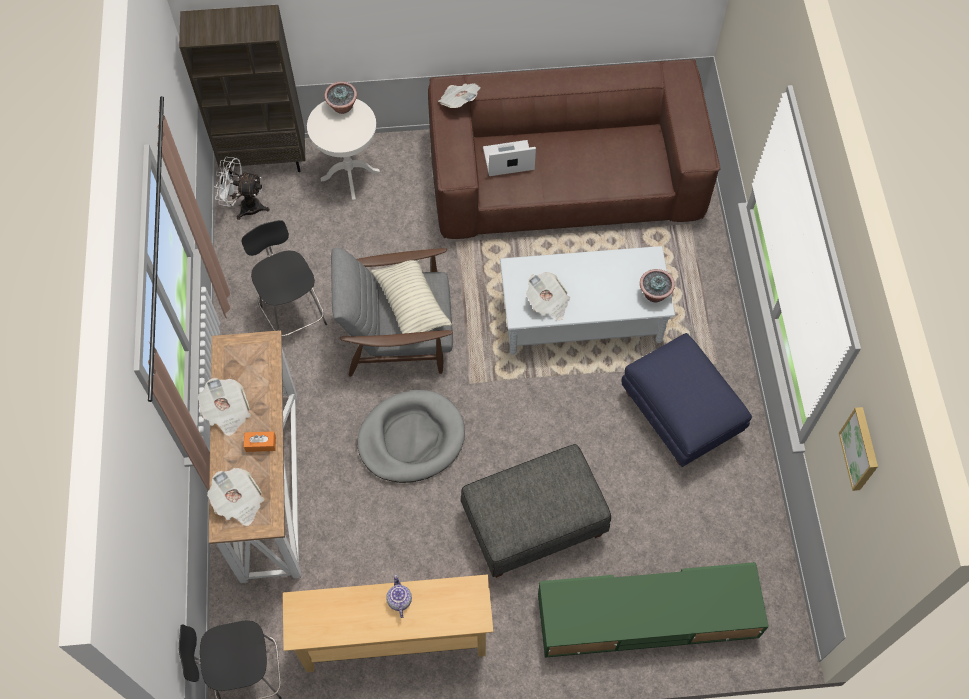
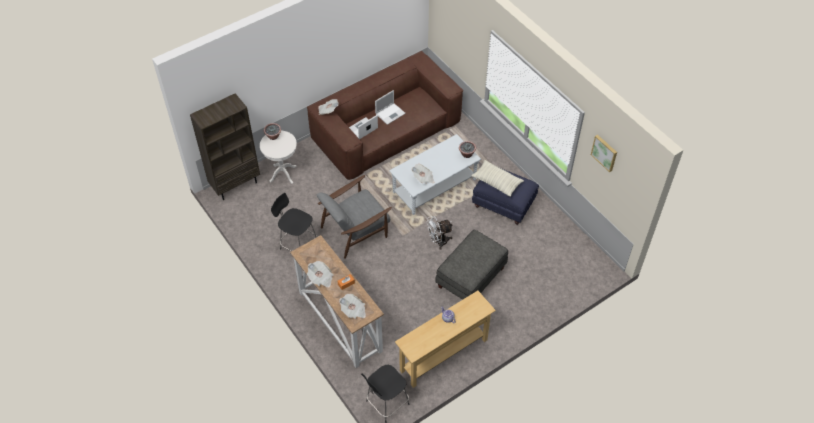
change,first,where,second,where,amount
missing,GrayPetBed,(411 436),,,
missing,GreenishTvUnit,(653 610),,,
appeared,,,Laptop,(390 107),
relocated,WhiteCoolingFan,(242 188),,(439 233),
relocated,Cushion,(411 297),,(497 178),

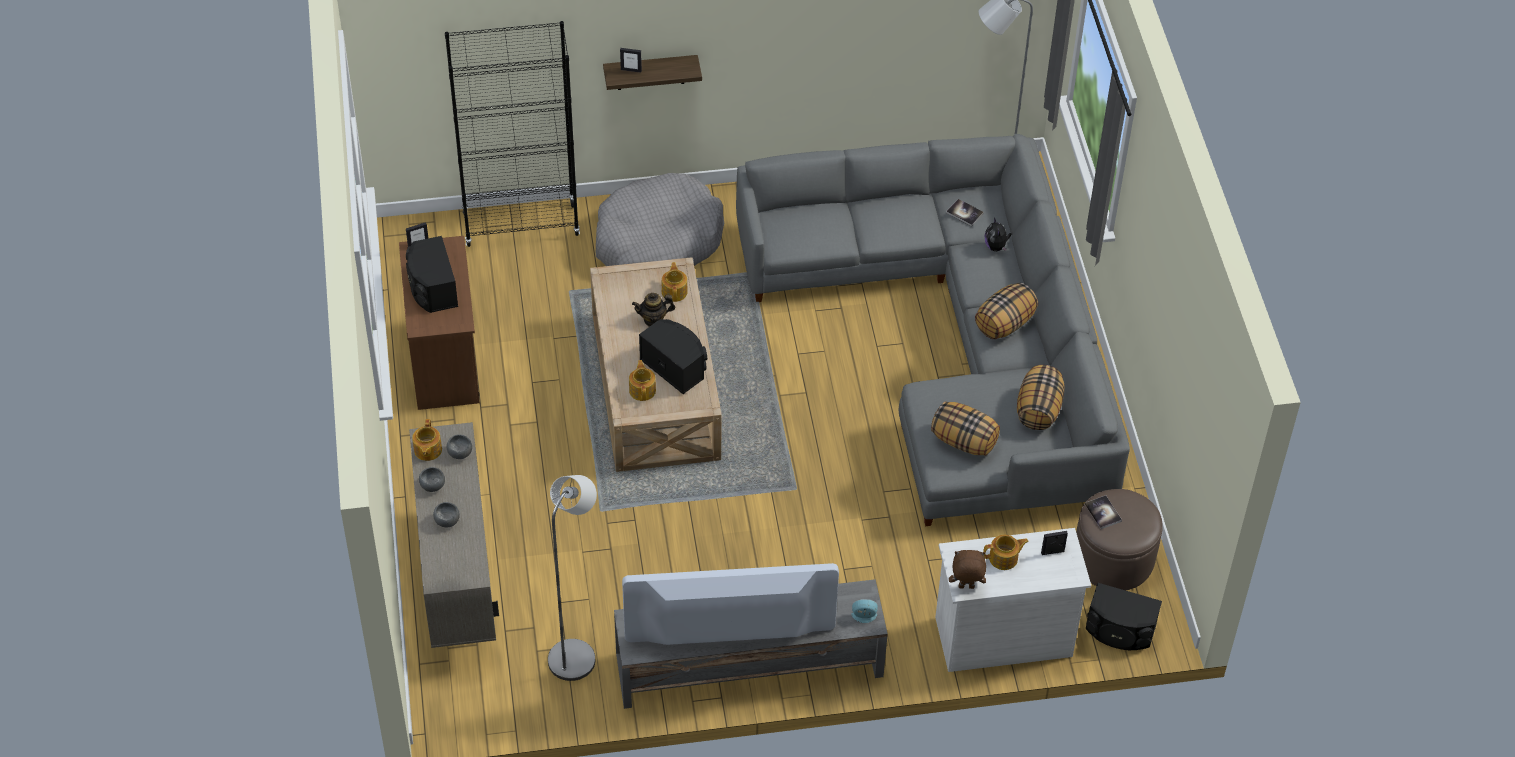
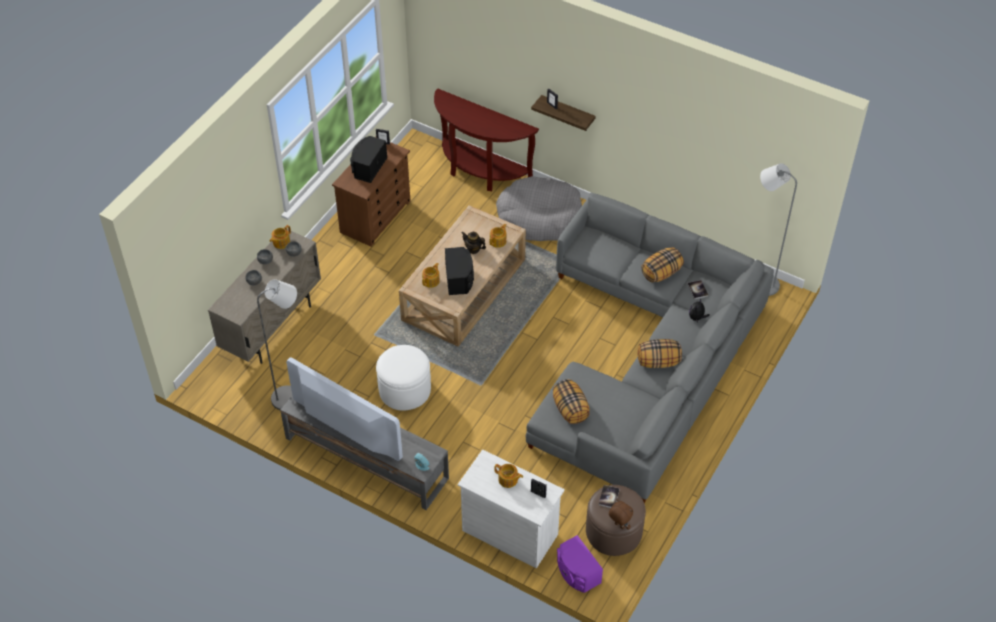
change,first,where,second,where,amount
appeared,,,WhiteOttoman,(403 378),
relocated,BrownCuddlyToy,(967 569),,(621 514),
relocated,Cushion,(1040 397),,(662 265),
exchanged,BlackBookshelf,(512 134),BrownConsoleTable,(486 140),
colour,BlackSpeaker,(1124 616),PurpleColouredSpeaker,(580 564),

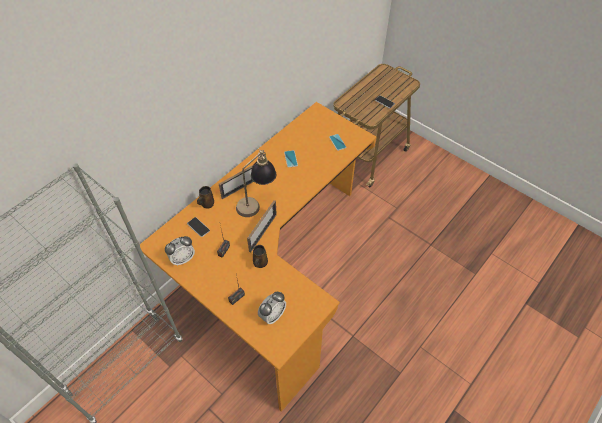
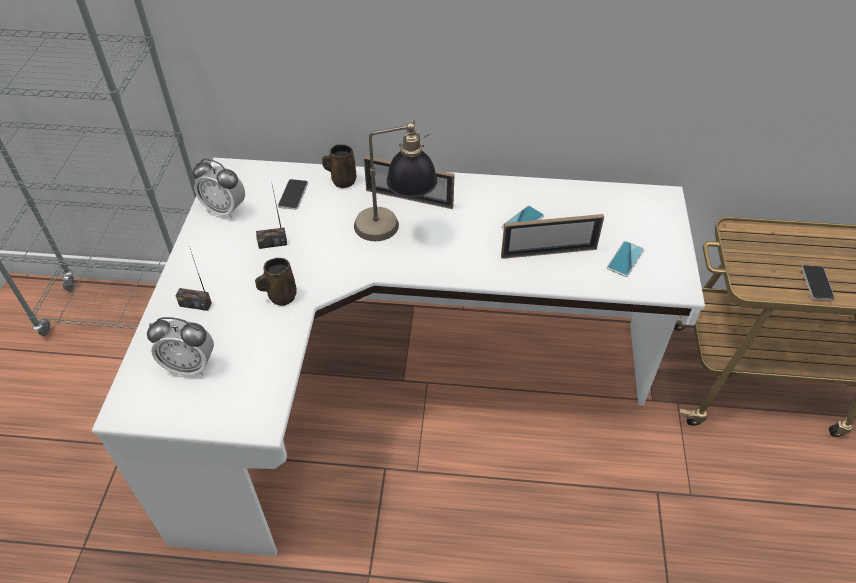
change,first,where,second,where,amount
relocated,PictureFrame,(262 226),,(552 236),
colour,OrangeyDeskTable,(258 257),WhiteDeskTable,(398 357),

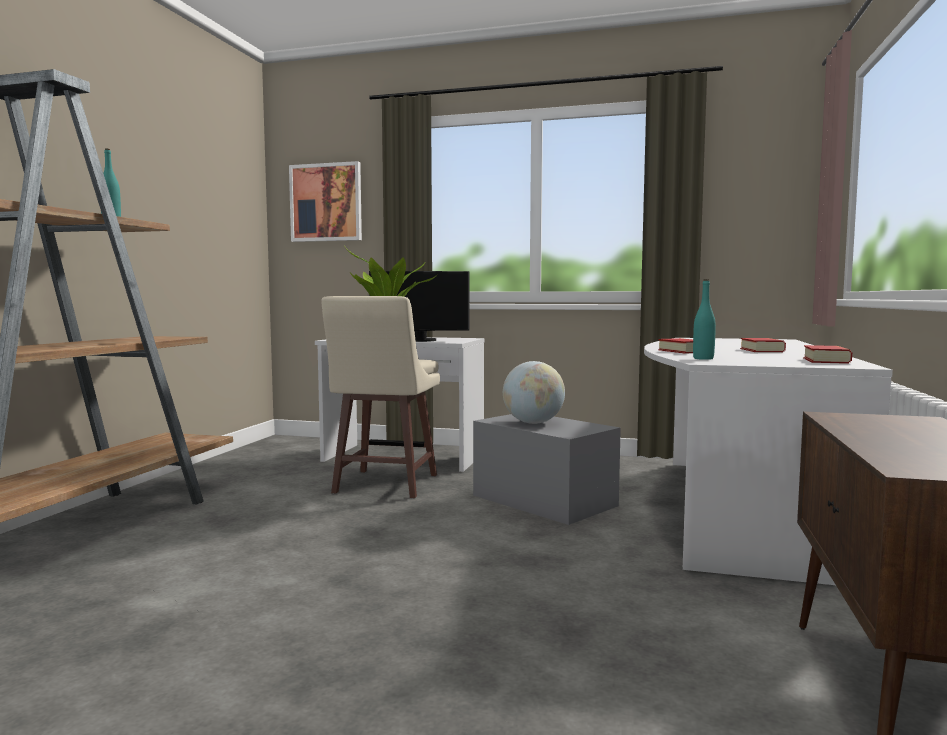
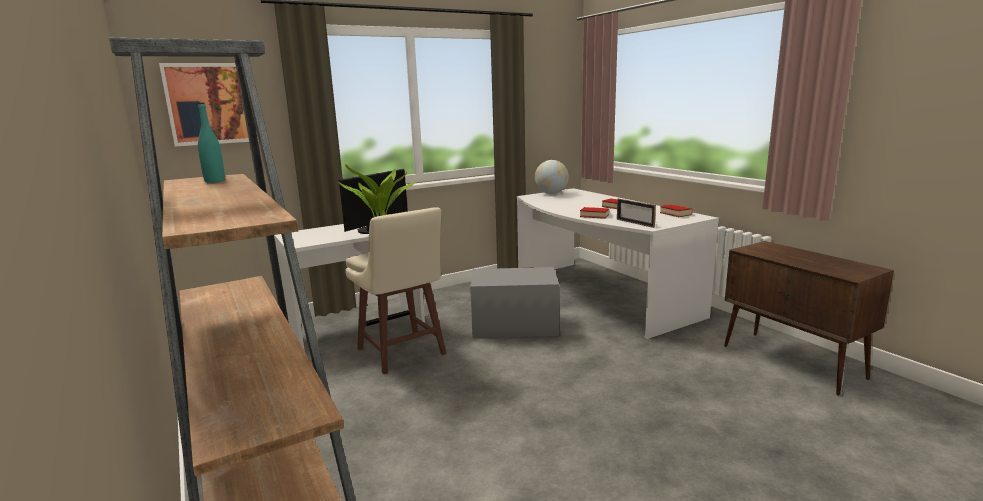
change,first,where,second,where,amount
relocated,Globe,(534 392),,(552 177),
exchanged,BlueGreenBottle,(704 319),PictureFrame,(636 213),

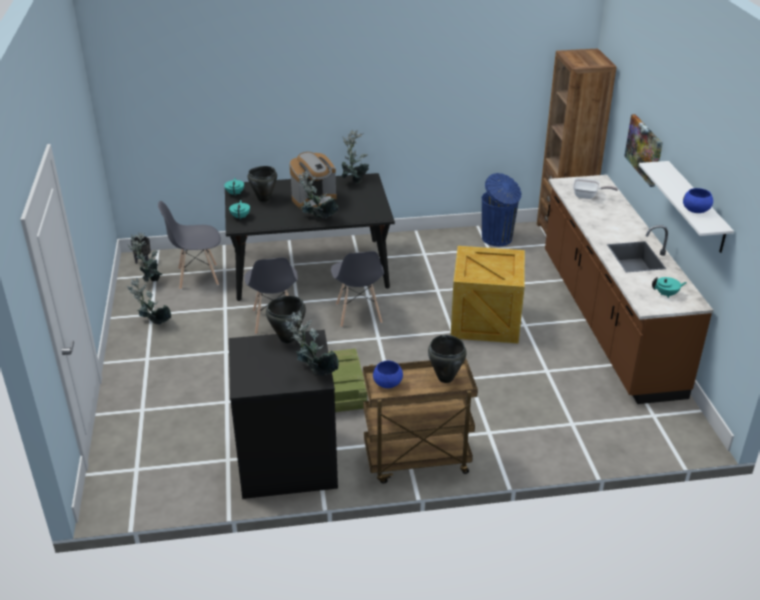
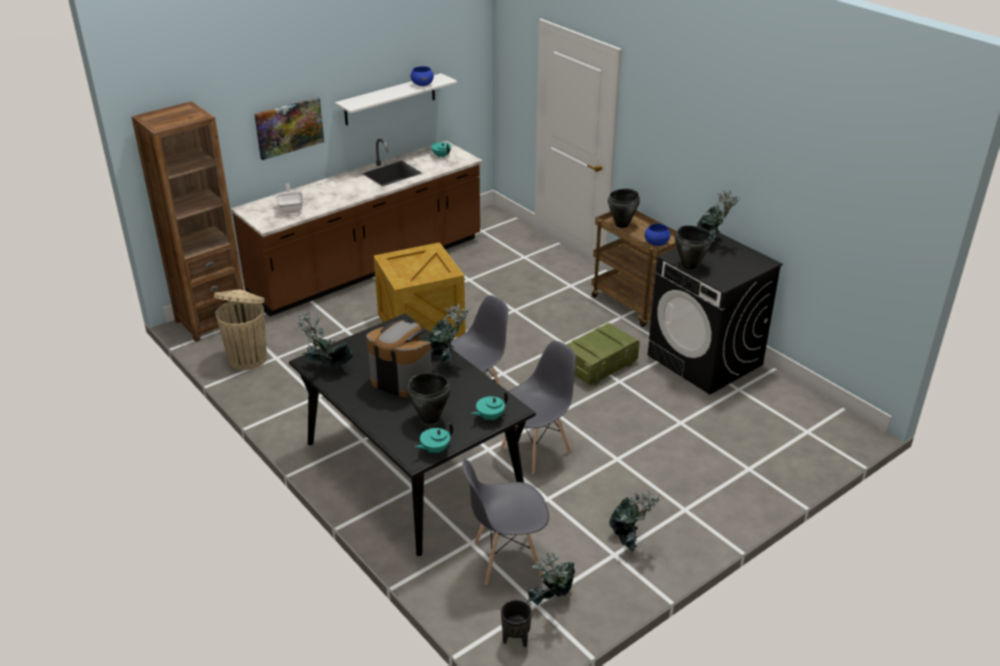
change,first,where,second,where,amount
colour,BlueWasteBin,(501 209),BeigeColouredWasteBin,(240 330),
spun,GrayPlainChair,(189 245),,(506 521),120 degrees clockwise

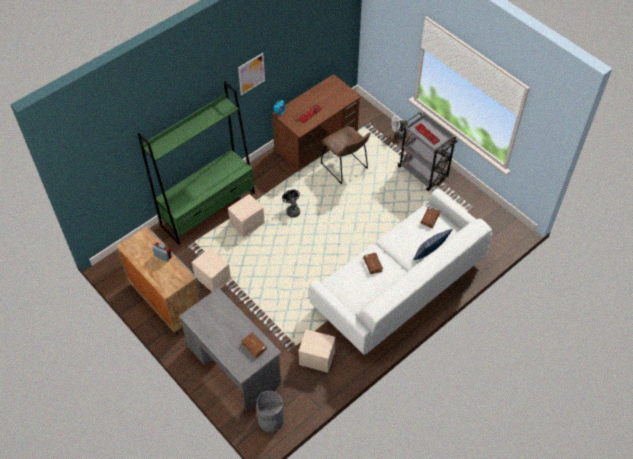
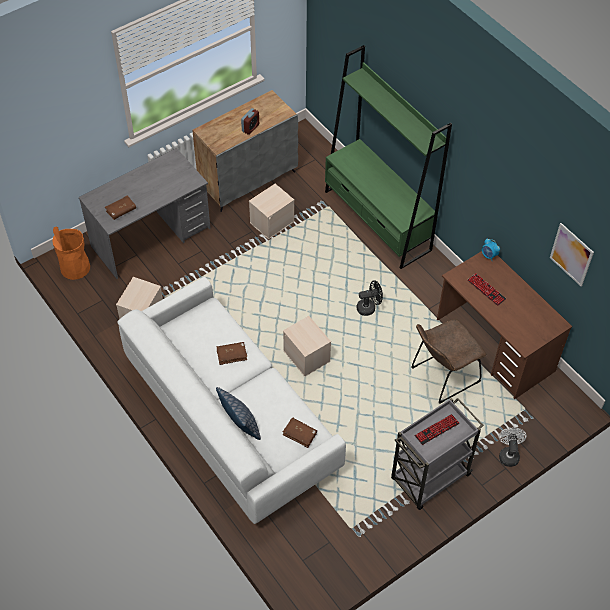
change,first,where,second,where,amount
relocated,BeigeColouredStorageBin,(246 216),,(307 346),
relocated,WallArt,(251 74),,(572 254),
colour,GrayWasteBin,(270 411),OrangeyWasteBin,(71 253),

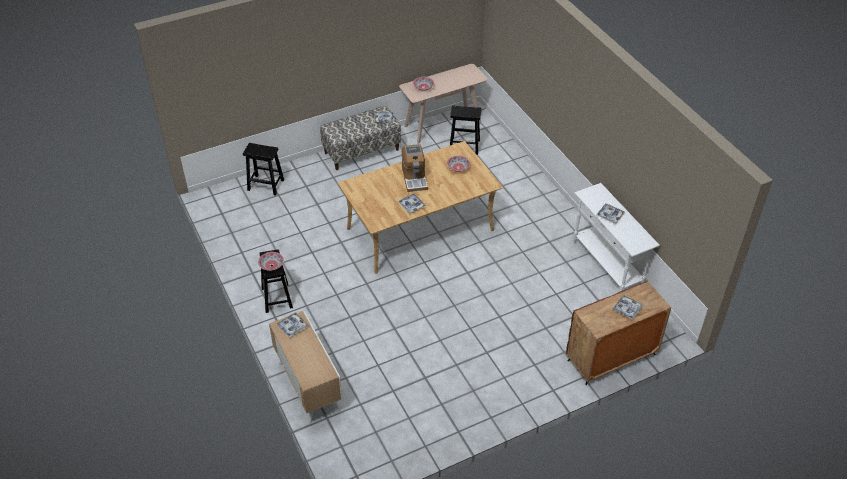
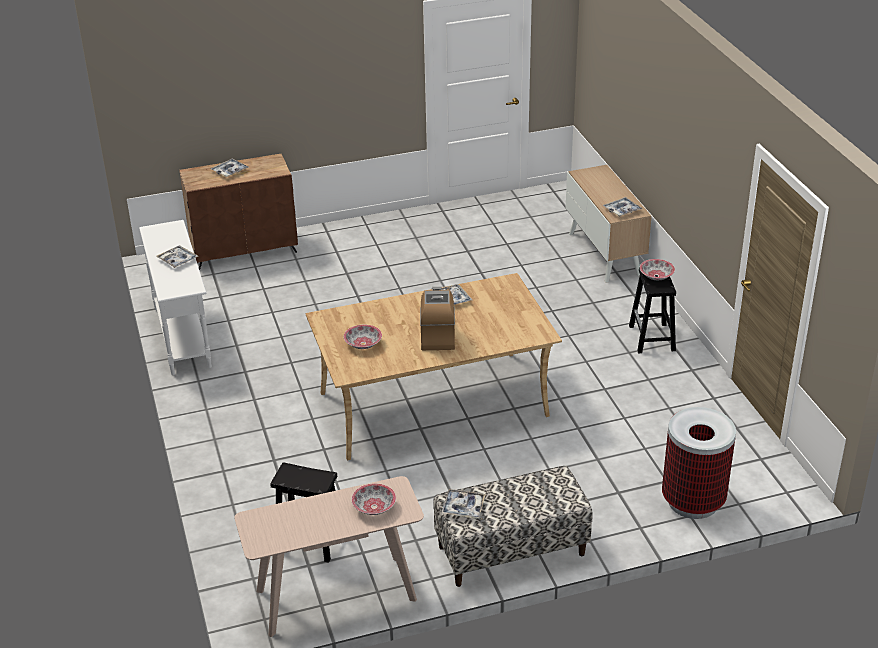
change,first,where,second,where,amount
exchanged,BlackStool,(263 169),WasteBin,(699 463),

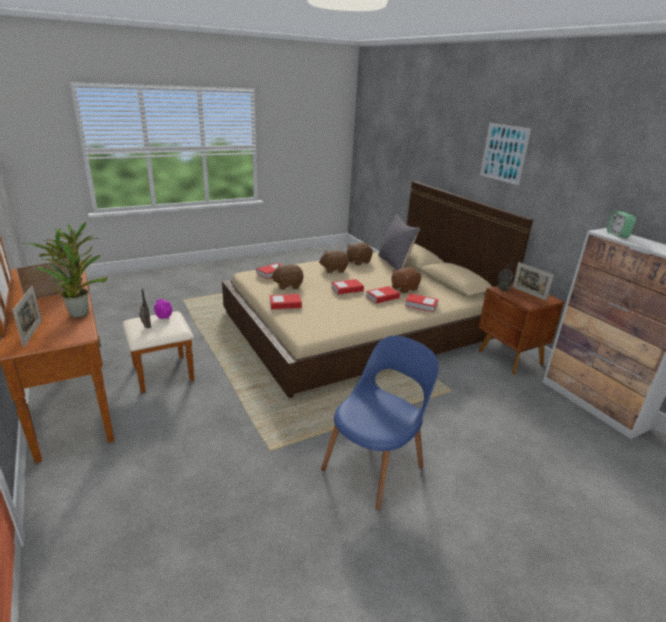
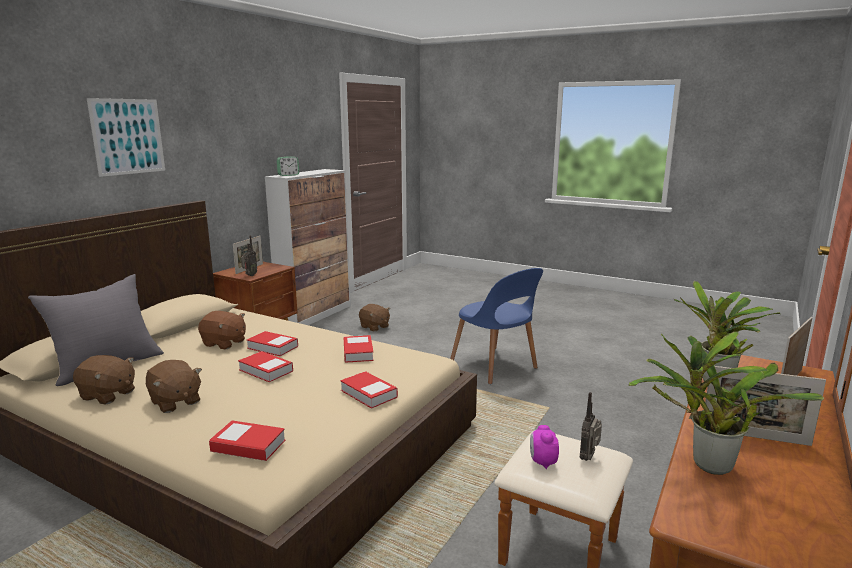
change,first,where,second,where,amount
relocated,BrownCuddlyToy,(287 277),,(374 318),
relocated,Book,(422 303),,(358 349),
spun,BluePlainChair,(380 423),,(496 326),135 degrees counterclockwise

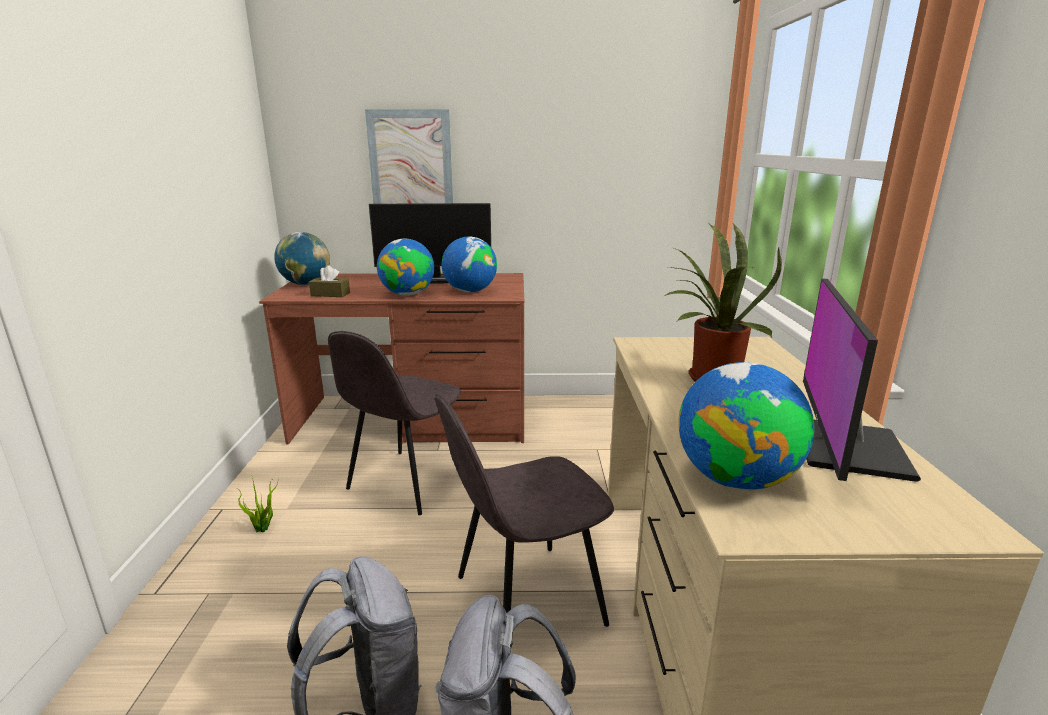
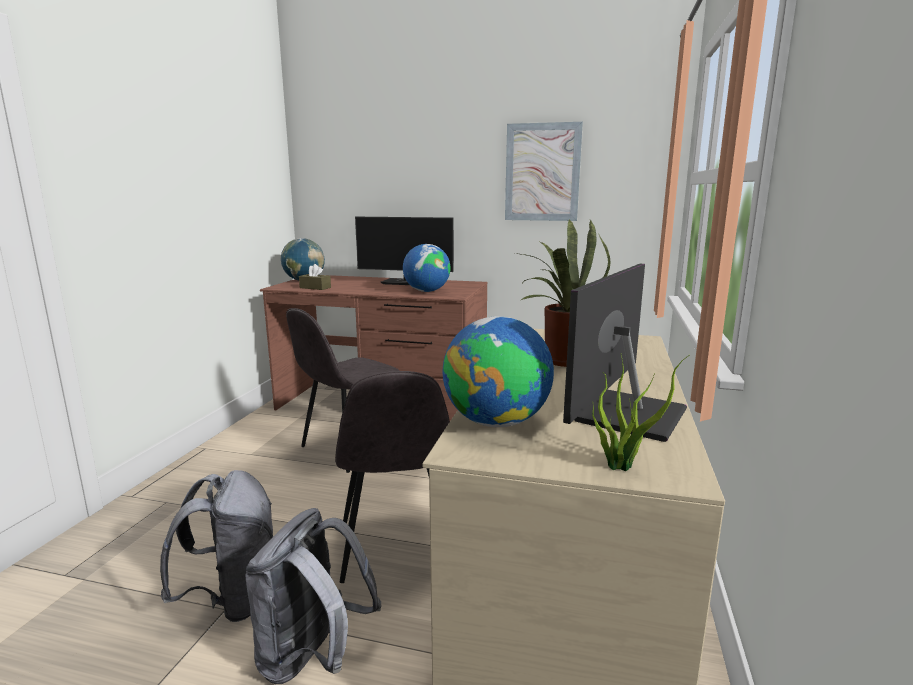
change,first,where,second,where,amount
missing,Globe,(405 267),,,
relocated,PlantInAPot,(258 505),,(640 413),
relocated,WallArt,(409 156),,(544 171),
spun,GrayPlainChair,(524 510),,(392 477),90 degrees counterclockwise

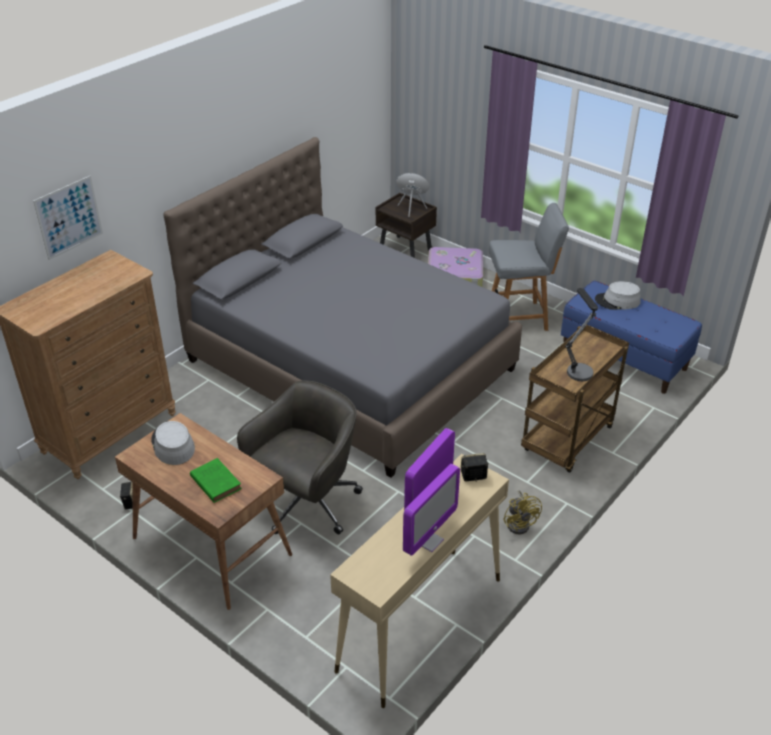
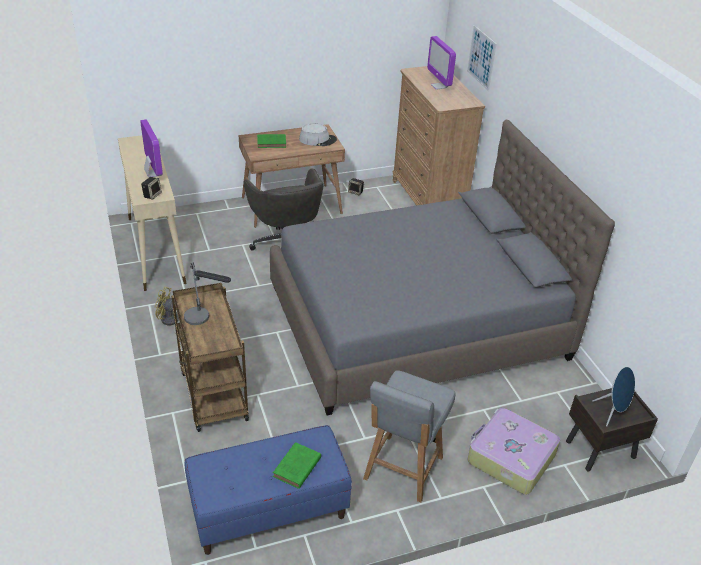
change,first,where,second,where,amount
relocated,Monitor,(431 510),,(441 63),
exchanged,GrayHat,(618 295),GreenishBook,(297 465),

